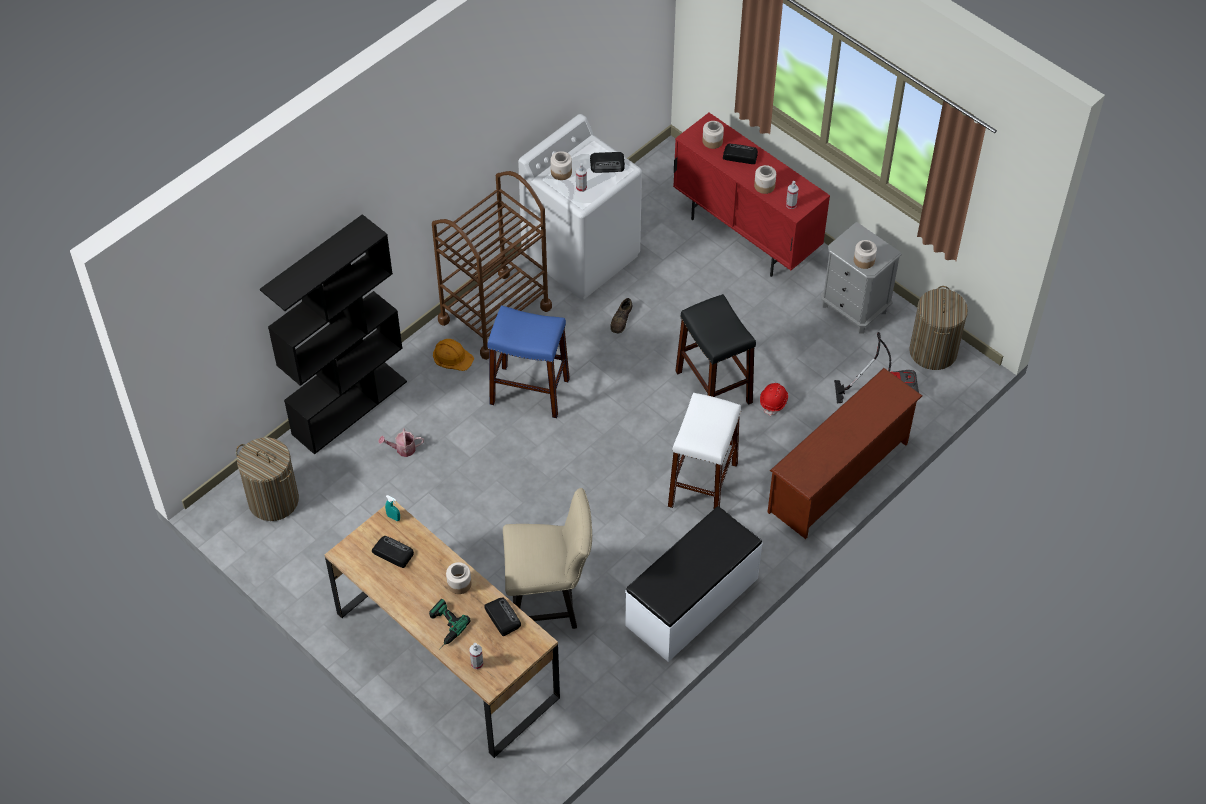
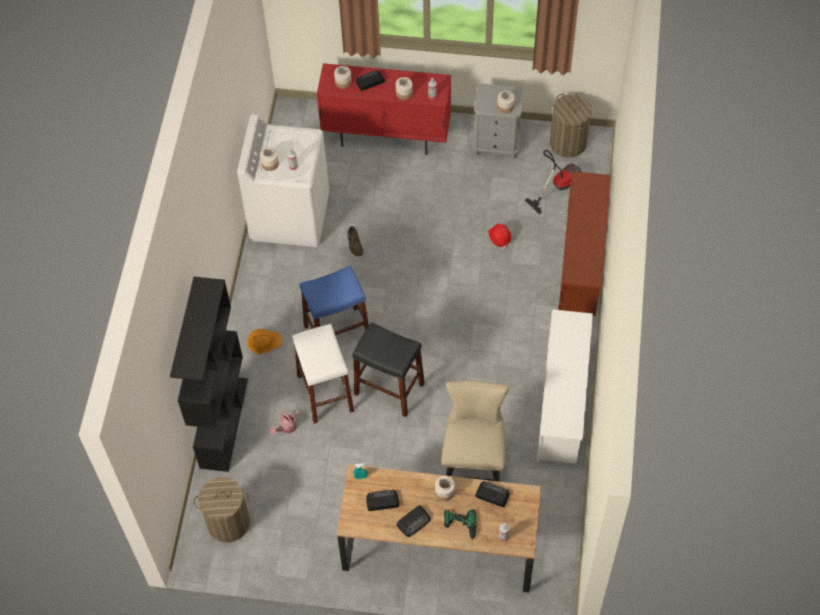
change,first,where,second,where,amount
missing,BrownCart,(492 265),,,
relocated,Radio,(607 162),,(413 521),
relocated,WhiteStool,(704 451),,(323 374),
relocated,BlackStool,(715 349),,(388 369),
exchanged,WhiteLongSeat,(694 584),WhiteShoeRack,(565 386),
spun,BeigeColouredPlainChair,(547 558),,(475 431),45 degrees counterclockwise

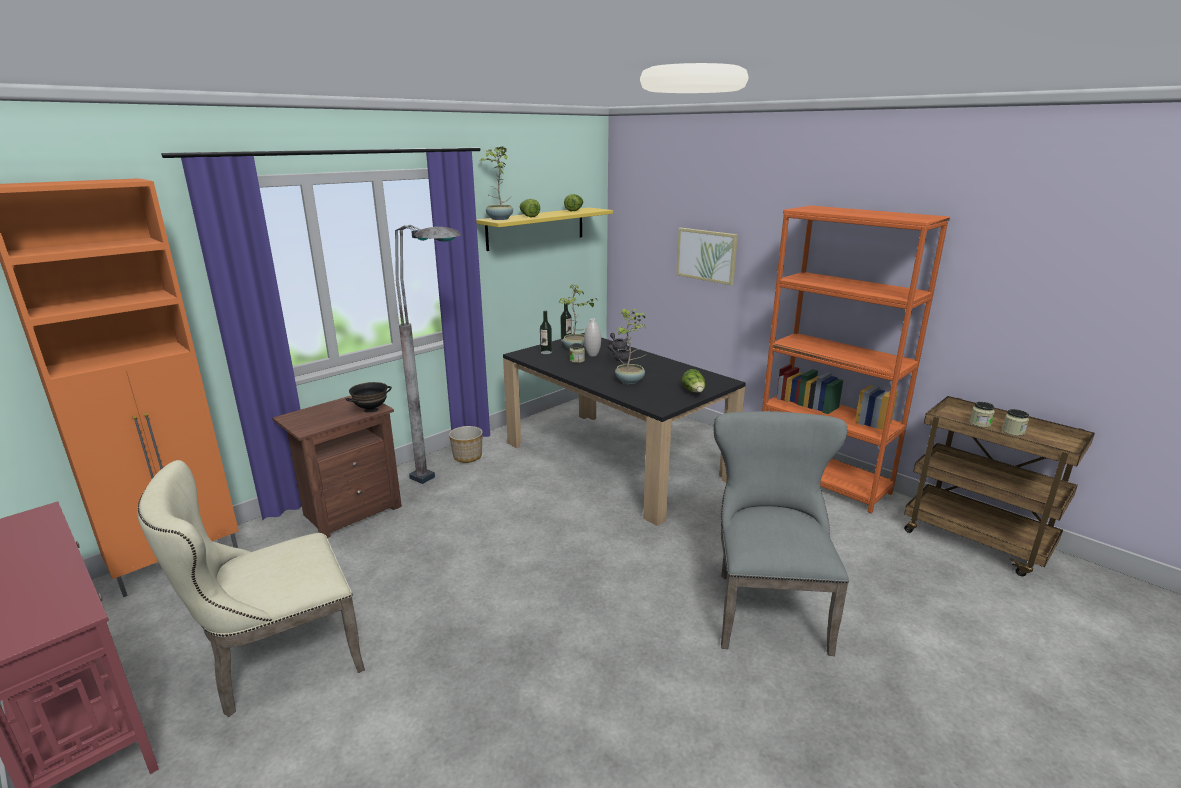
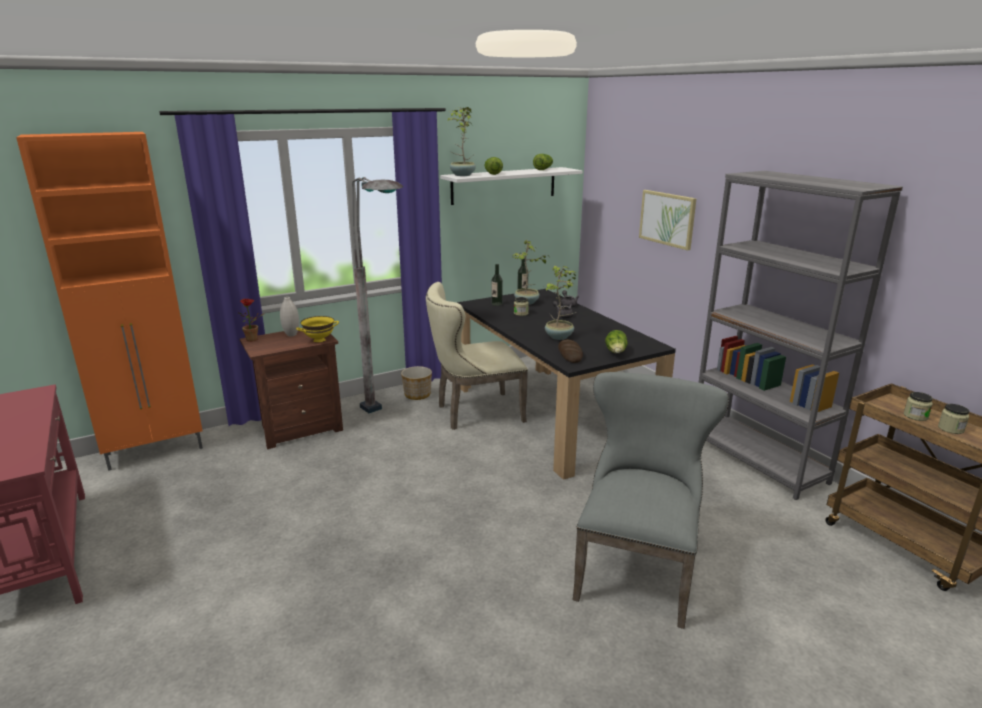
change,first,where,second,where,amount
appeared,,,PlantInAPot,(251 320),
appeared,,,Bread,(570 351),
relocated,BeigeColouredPlainChair,(251 588),,(477 356),
relocated,WhiteFlowerVase,(592 337),,(289 316),
colour,BlackDeepDish,(368 397),YellowColouredDeepDish,(317 329),
colour,YellowColouredBracketShelf,(544 229),WhiteBracketShelf,(511 186),
colour,OrangeyBookshelf,(856 359),GrayBookshelf,(800 335),

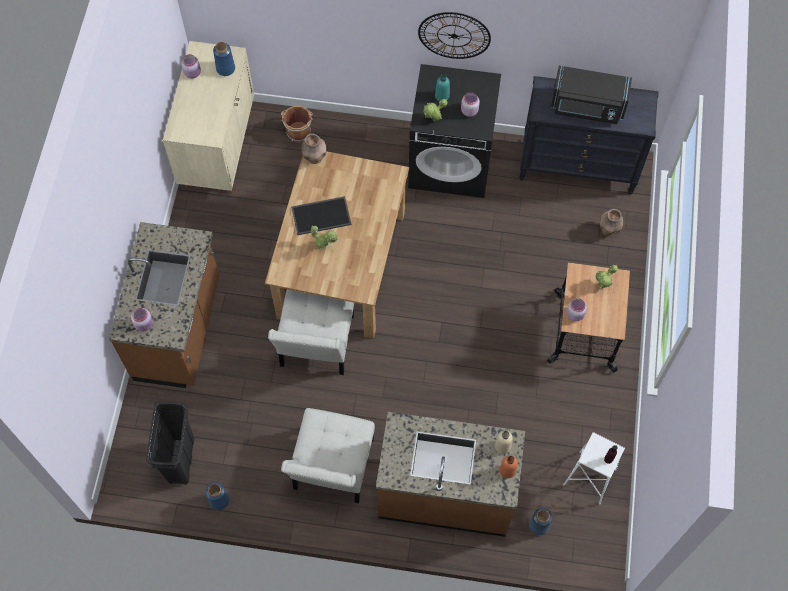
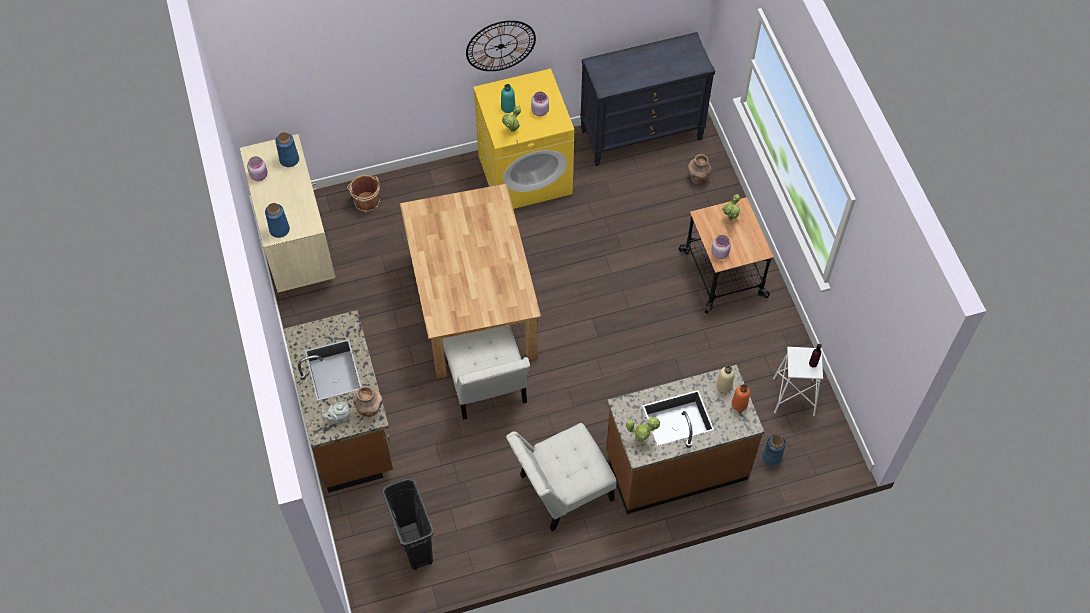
change,first,where,second,where,amount
missing,ServingTray,(321 215),,,
missing,BlackMicrowave,(591 95),,,
relocated,BlueFlowerVase,(217 496),,(277 220),
relocated,BrownFlowerVase,(314 149),,(368 401),
relocated,PlantInAPot,(324 237),,(643 429),
exchanged,PinkishStorageJar,(142 320),GrayTeapot,(335 413),
colour,BlackWashingMachine,(454 131),YellowColouredWashingMachine,(523 139),
spun,WhitePlainChair,(328 455),,(561 477),75 degrees clockwise

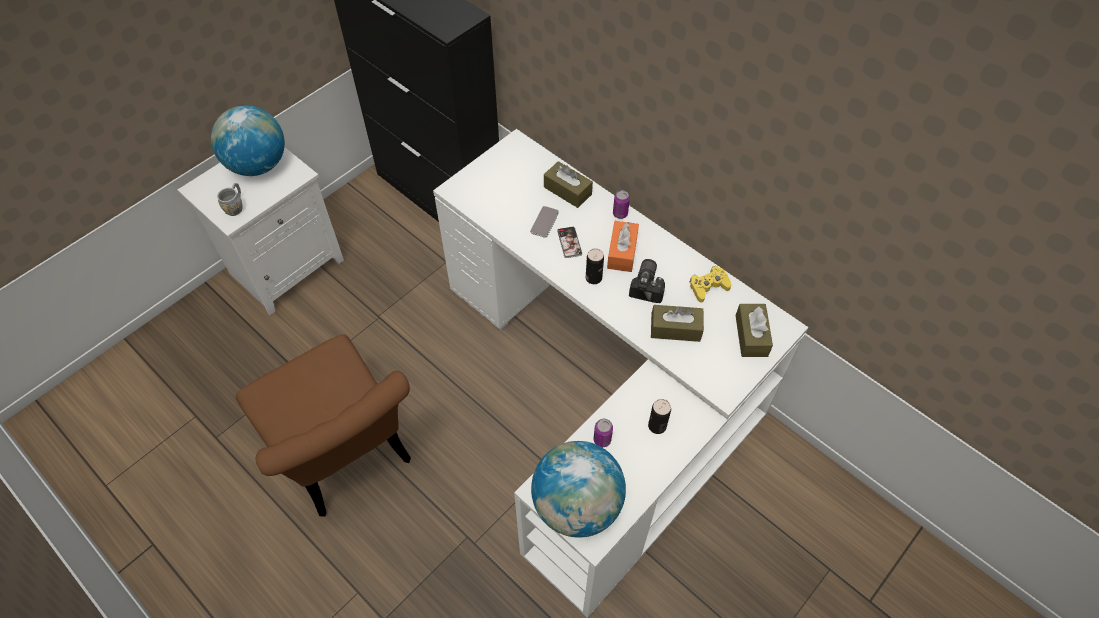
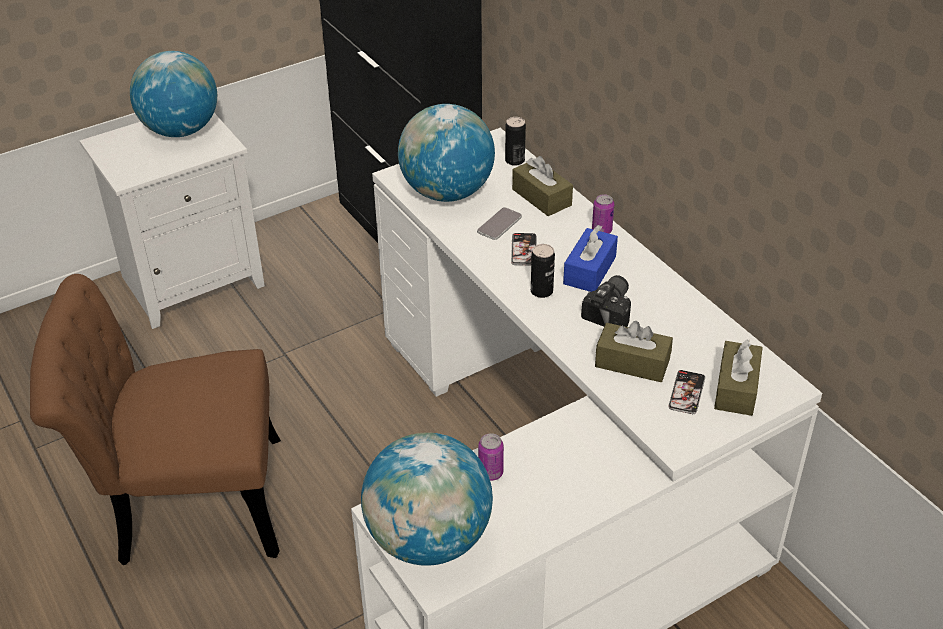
change,first,where,second,where,amount
missing,GrayCoffeeMug,(229 199),,,
missing,YellowColouredGamepad,(710 284),,,
appeared,,,Globe,(446 153),
appeared,,,Telephone,(686 392),
relocated,Can,(659 416),,(515 141),
colour,OrangeyTissueBox,(623 246),BlueTissueBox,(590 258),
spun,BrownPlainChair,(323 425),,(155 419),105 degrees clockwise

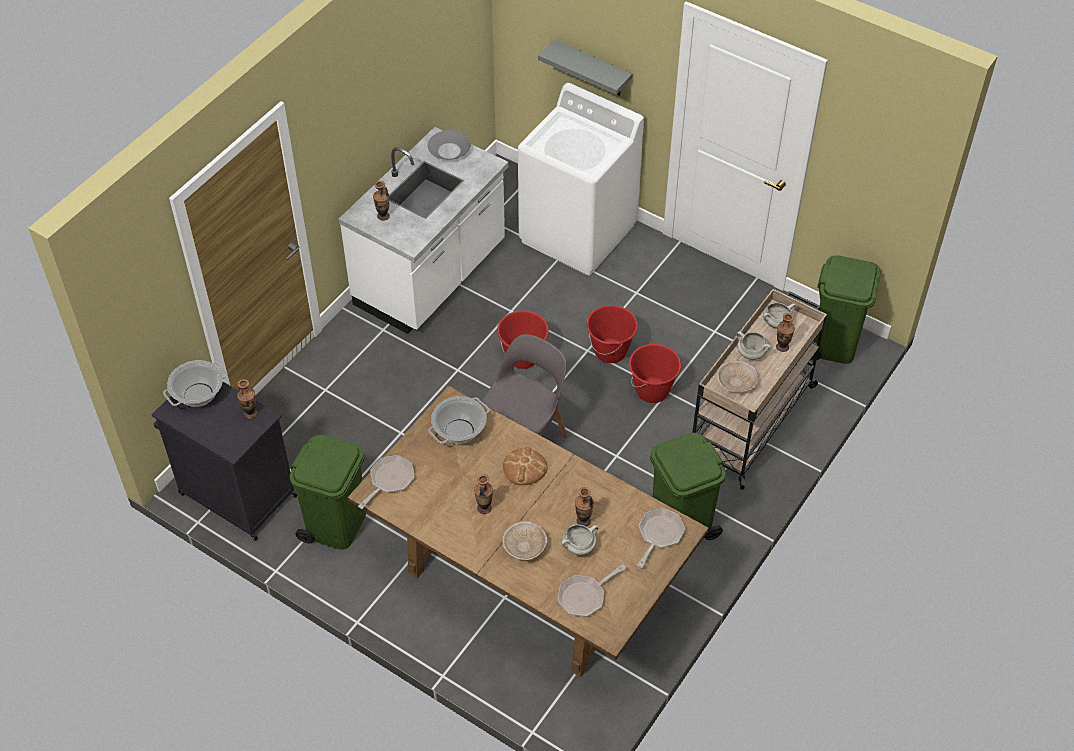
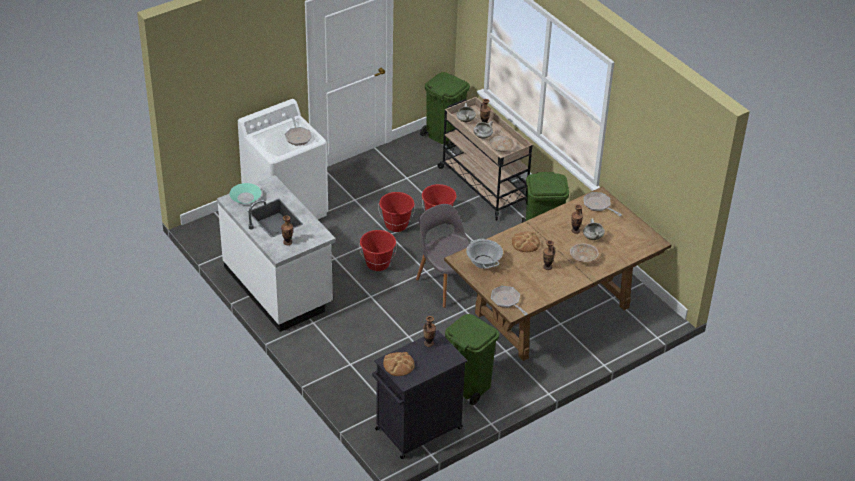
change,first,where,second,where,amount
missing,GrayBracketShelf,(585 67),,,
relocated,Skillet,(592 590),,(298 130),
exchanged,Stockpot,(195 383),Bread,(399 364),
colour,GrayDeepDish,(449 145),BlueGreenDeepDish,(245 193),

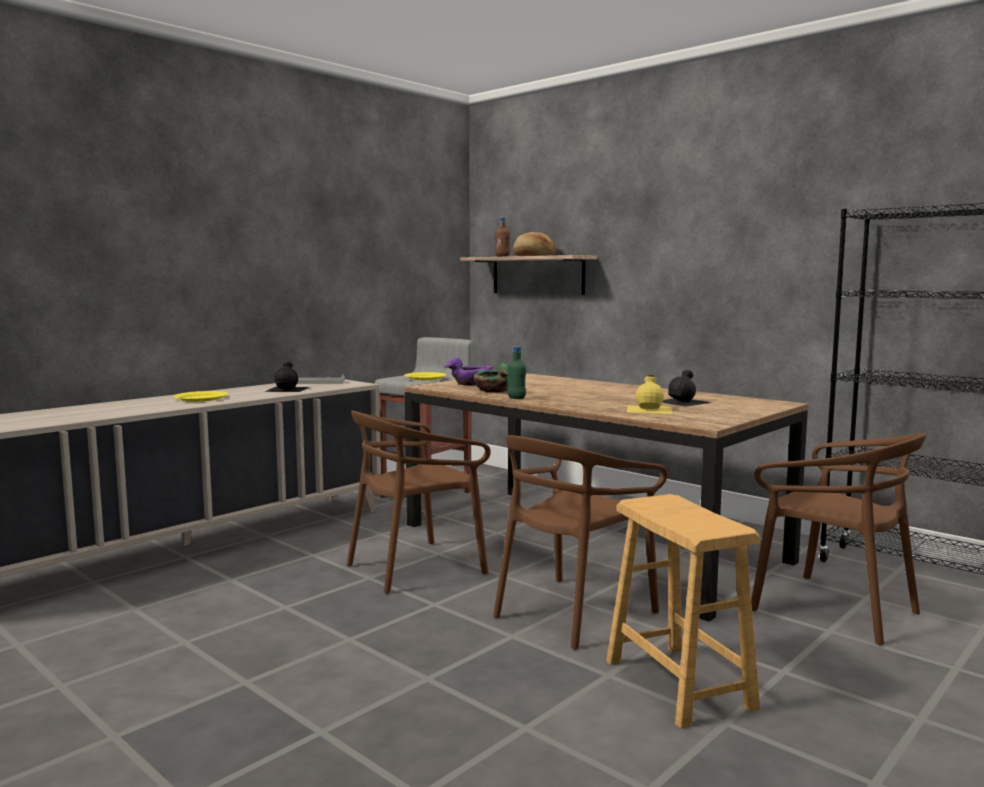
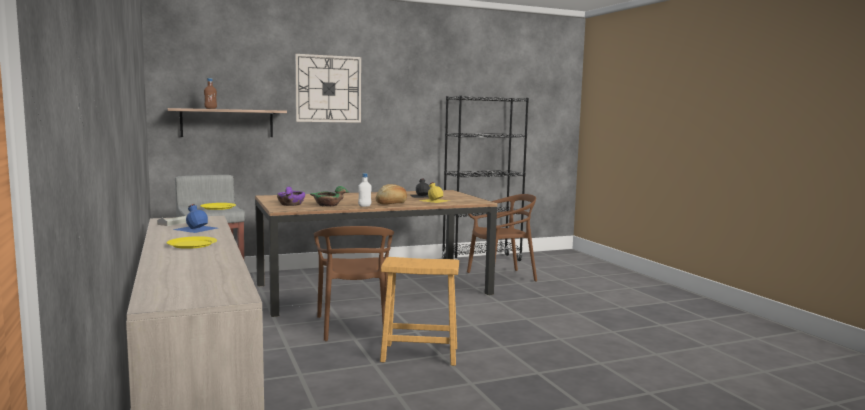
change,first,where,second,where,amount
missing,BrownPlainChair,(580 542),,,
appeared,,,WallClock,(328 88),
relocated,Bread,(534 244),,(391 194),
relocated,BrownStool,(683 611),,(419 311),
colour,BlackBottle,(287 376),BlueBottle,(195 218),
colour,GreenishBottle,(516 372),WhiteBottle,(365 190),

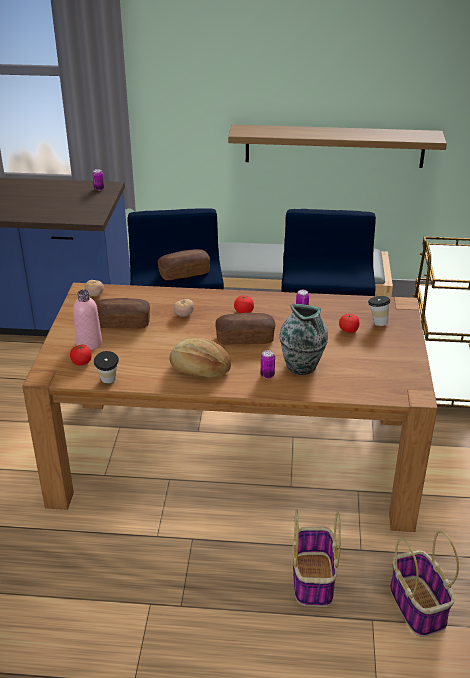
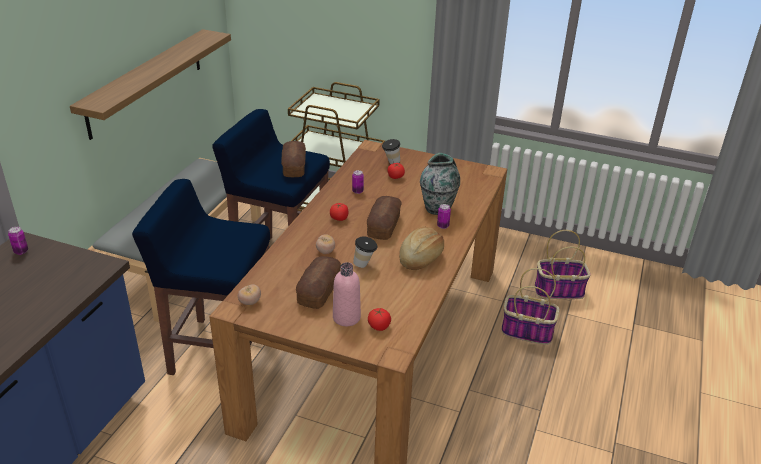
change,first,where,second,where,amount
relocated,SmallCup,(106 367),,(365 252),
relocated,Bread,(184 264),,(293 159),

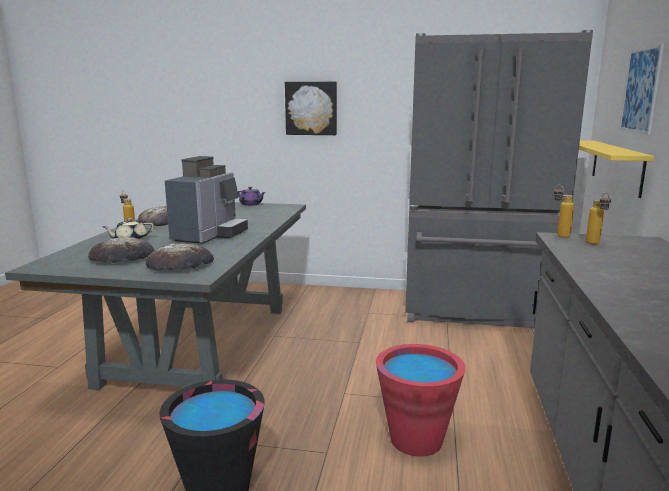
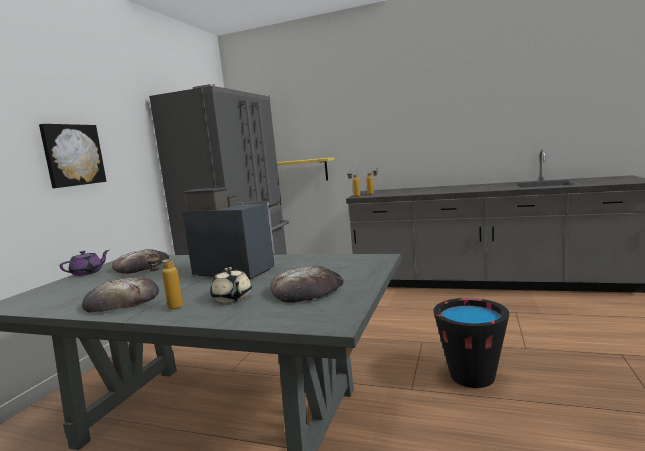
change,first,where,second,where,amount
missing,RedPail,(420 400),,,
missing,WallArt,(641 89),,,
relocated,Bread,(180 257),,(140 261),

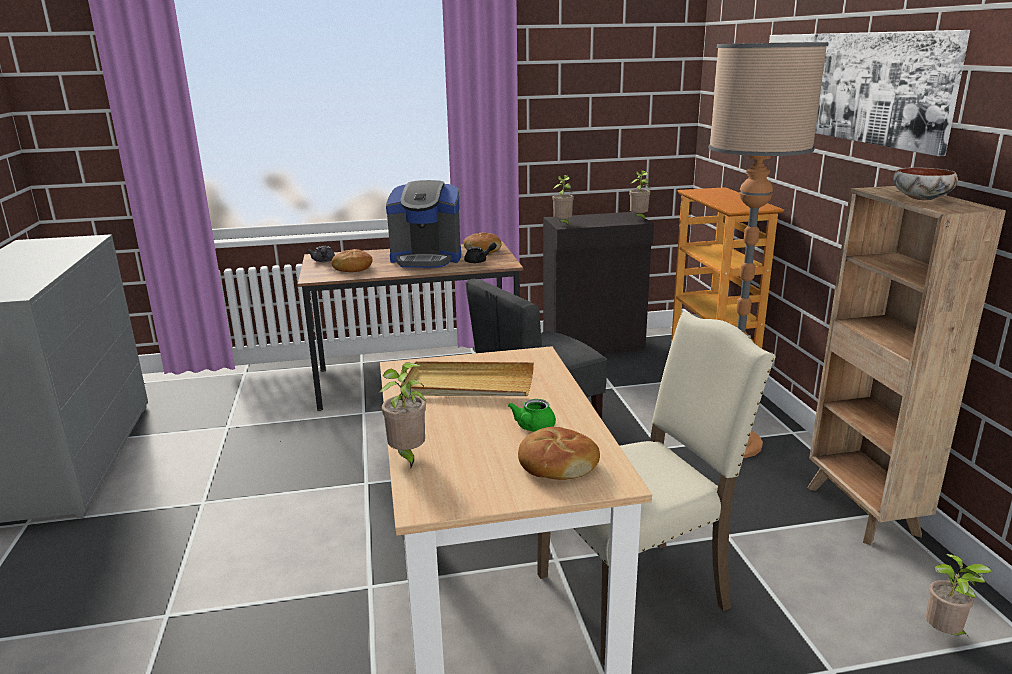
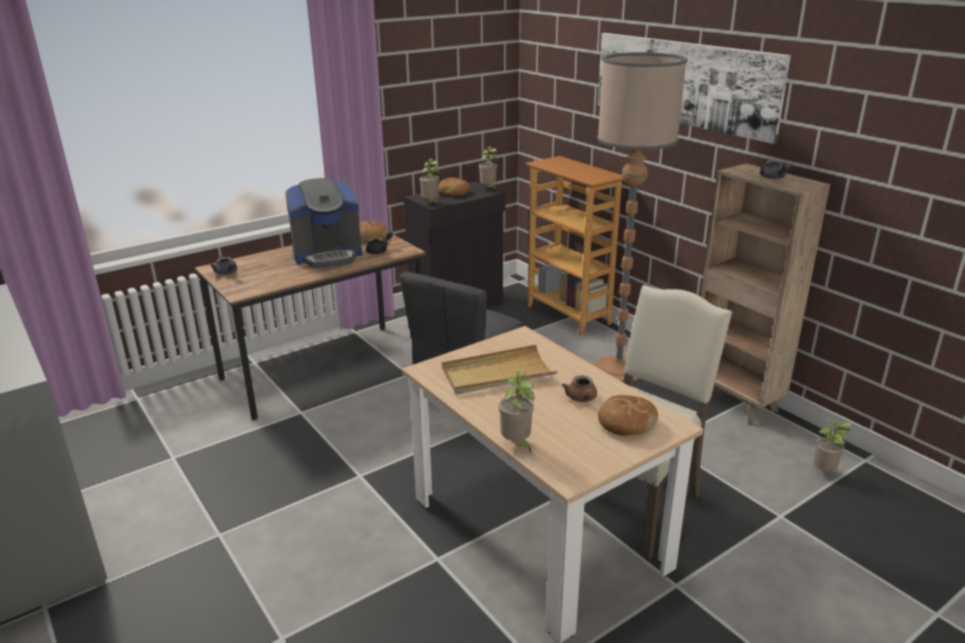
change,first,where,second,where,amount
relocated,Bread,(352 260),,(454 187),
exchanged,DeepDish,(926 183),GrayTeapot,(775 169),
colour,GreenishTeapot,(532 415),BrownTeapot,(579 389),

